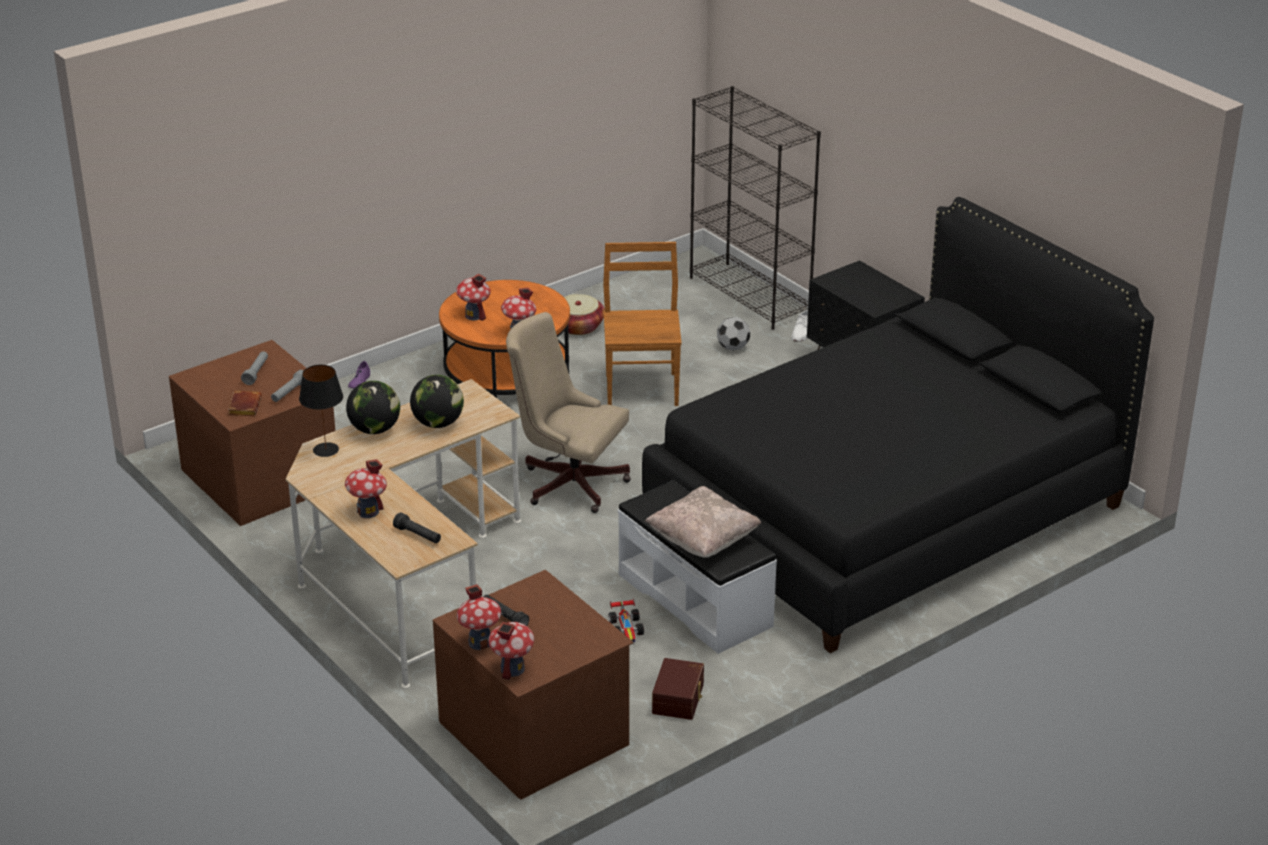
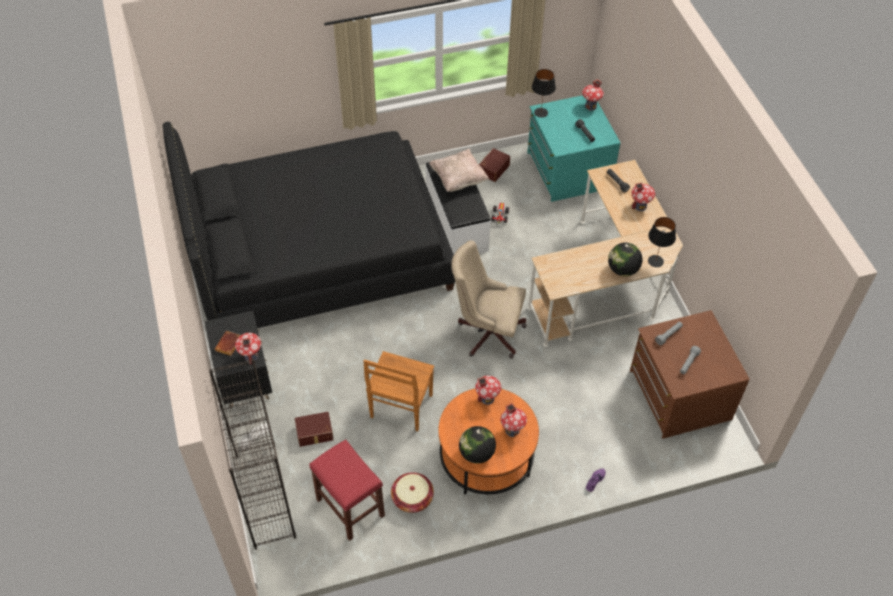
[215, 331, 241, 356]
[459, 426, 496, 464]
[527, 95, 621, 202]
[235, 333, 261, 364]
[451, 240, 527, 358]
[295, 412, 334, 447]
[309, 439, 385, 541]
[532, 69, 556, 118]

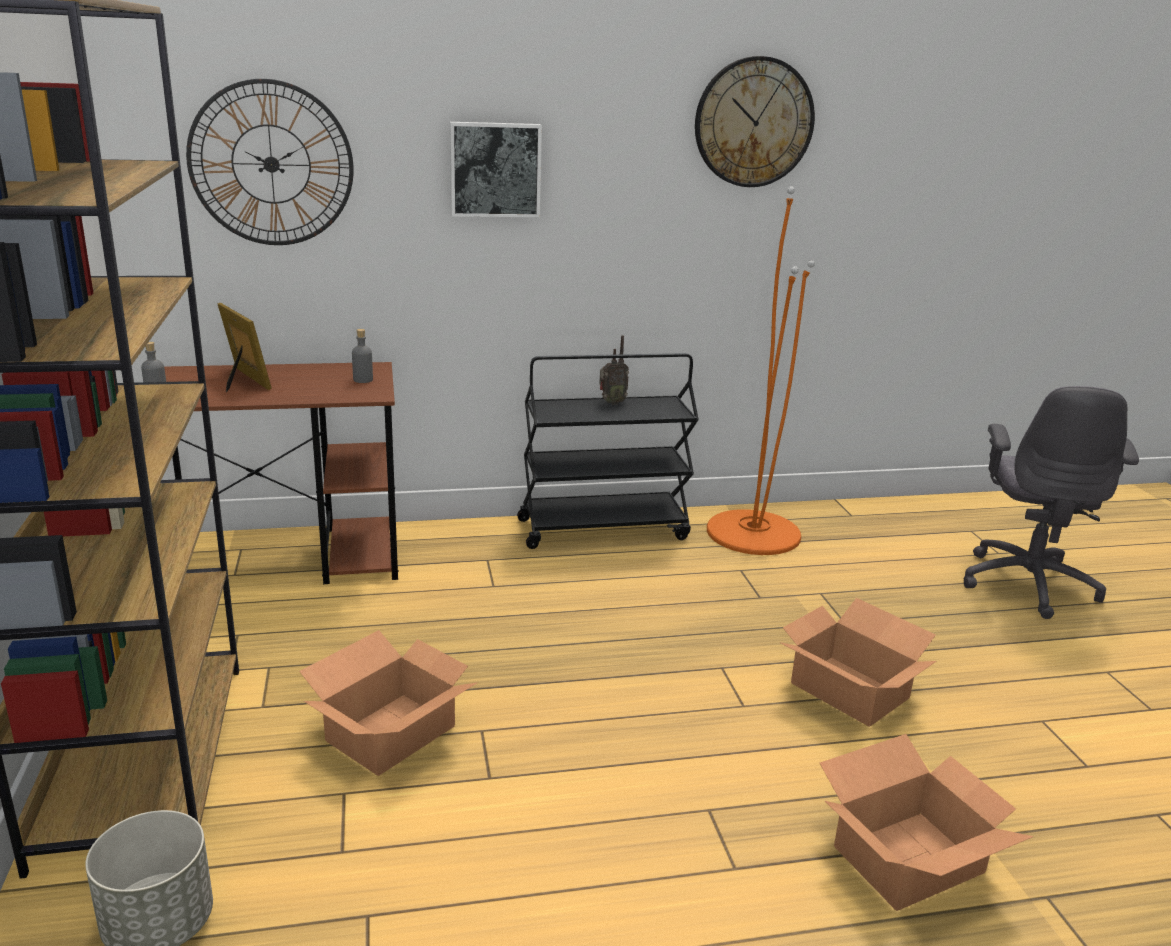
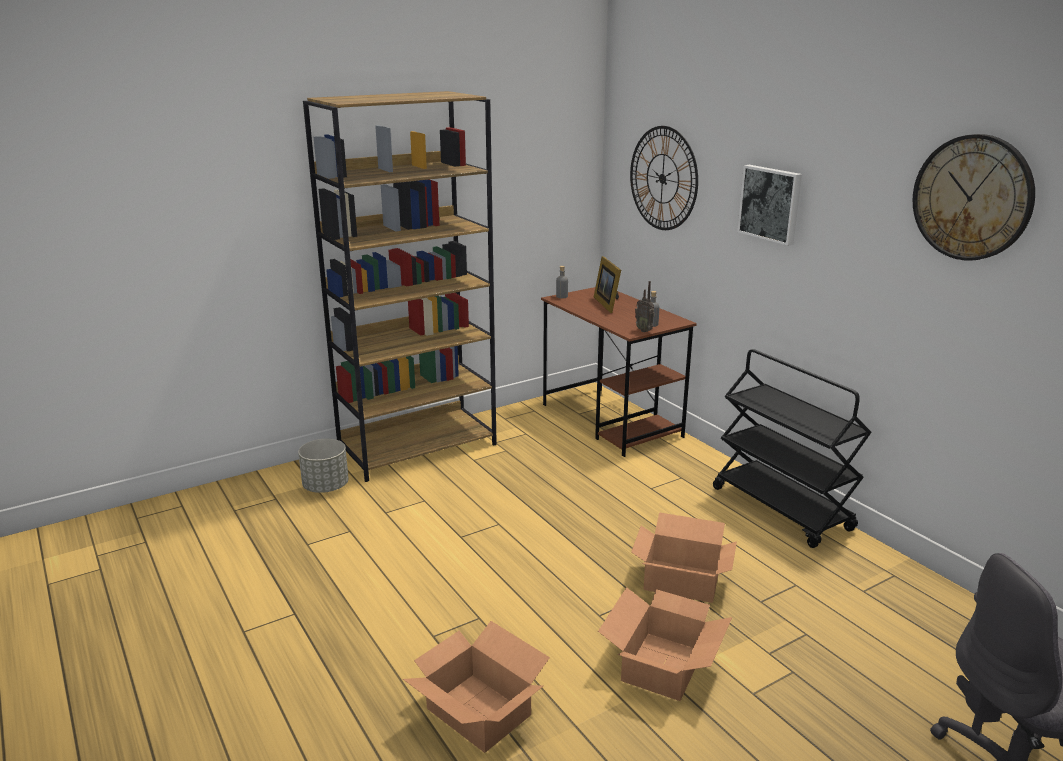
[594, 256, 621, 313]
[631, 512, 737, 603]
[635, 281, 655, 332]
[707, 186, 815, 555] (first image)

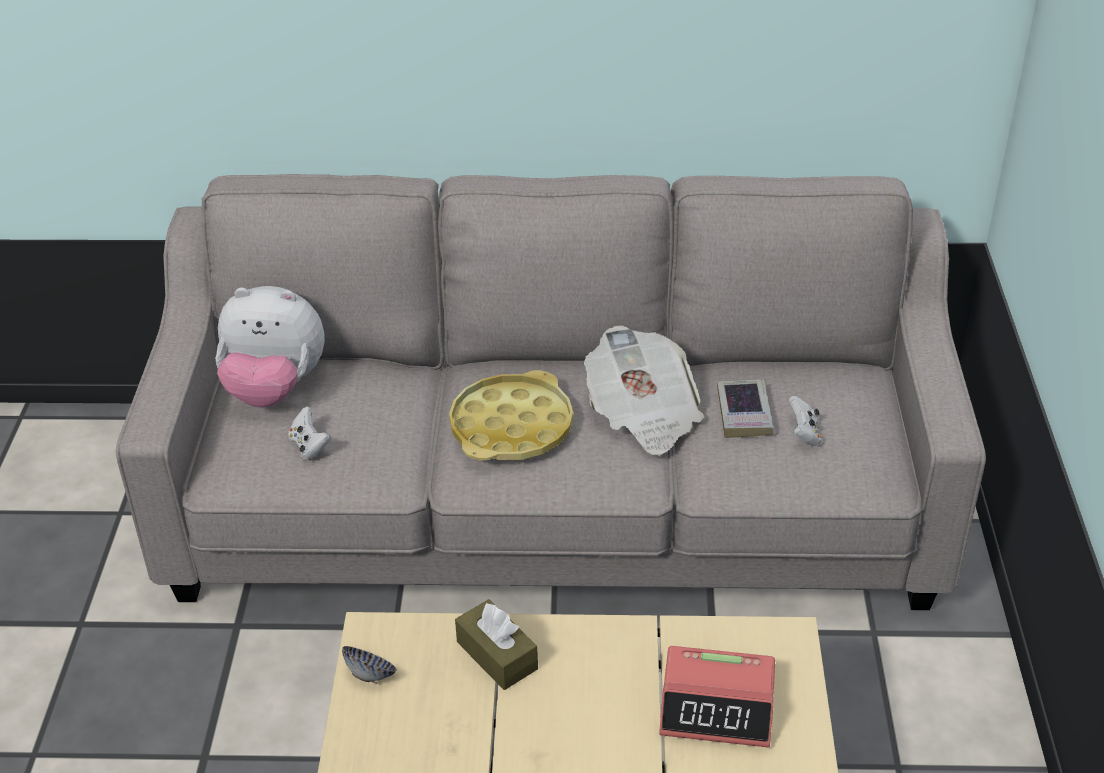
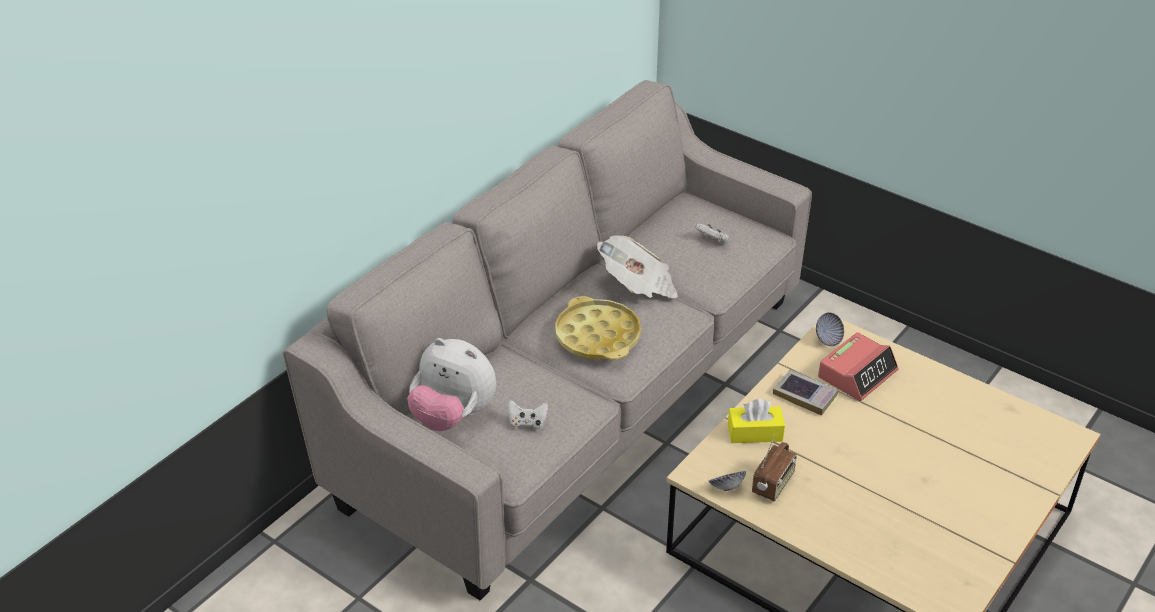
[407, 338, 496, 431]
[728, 399, 785, 443]
[773, 369, 838, 415]
[752, 435, 797, 501]
[816, 312, 844, 346]

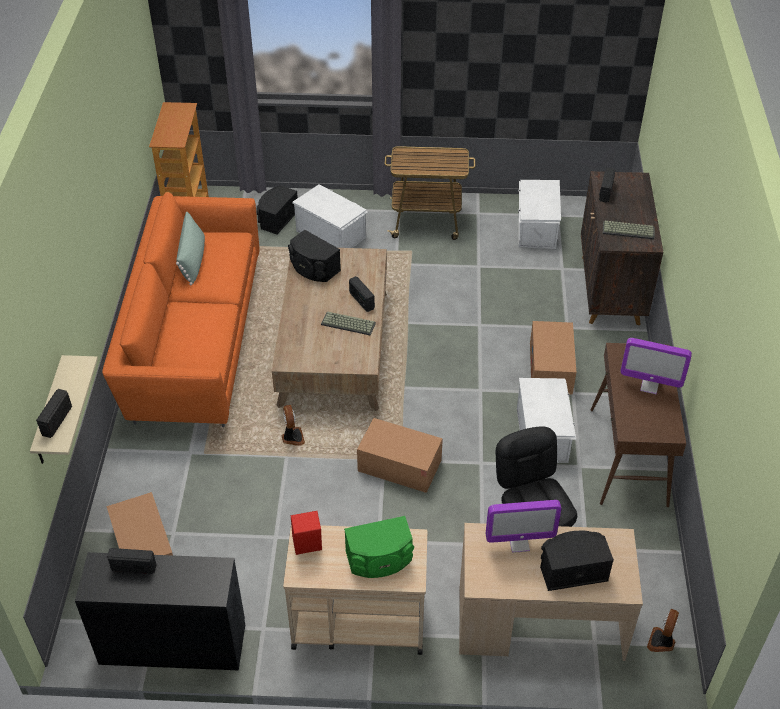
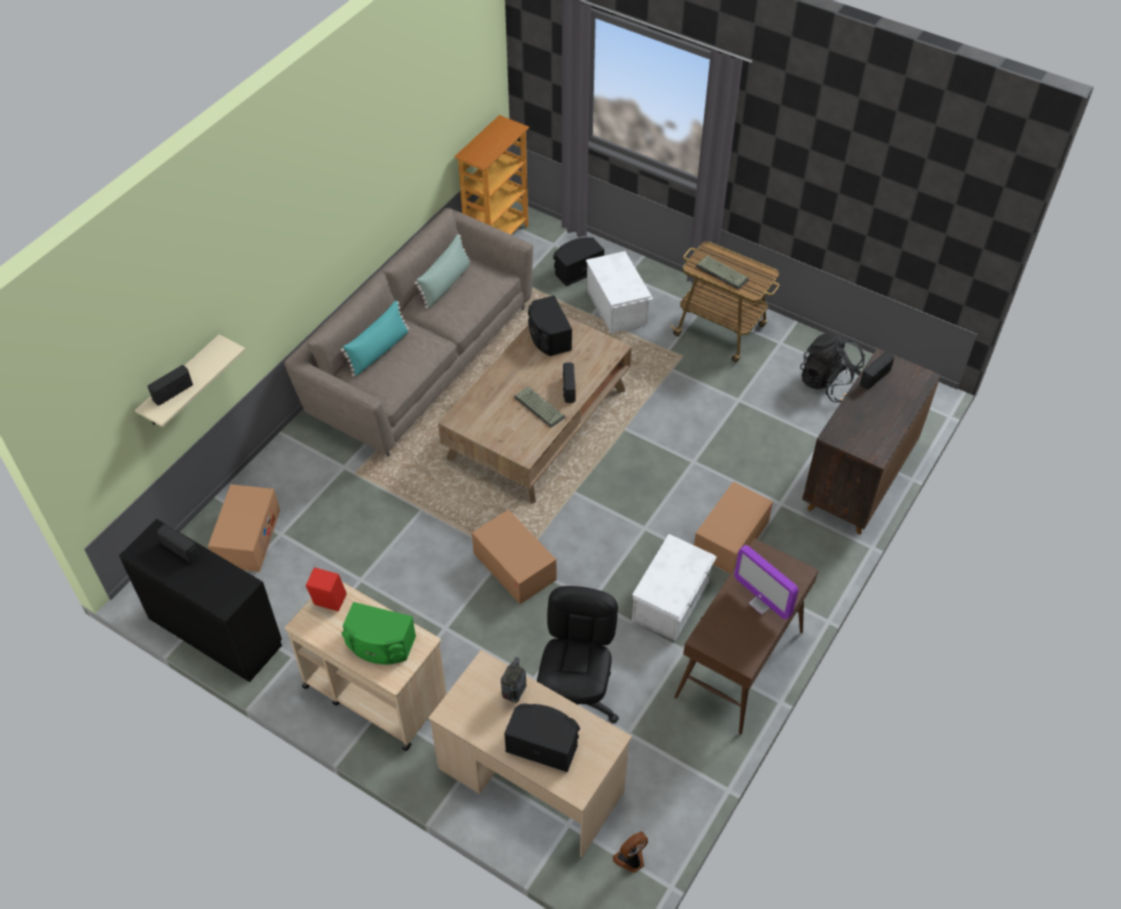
[285, 208, 533, 456]
[282, 405, 305, 446] (first image)
[501, 657, 526, 703]
[800, 332, 865, 403]
[696, 256, 749, 290]
[341, 301, 409, 377]

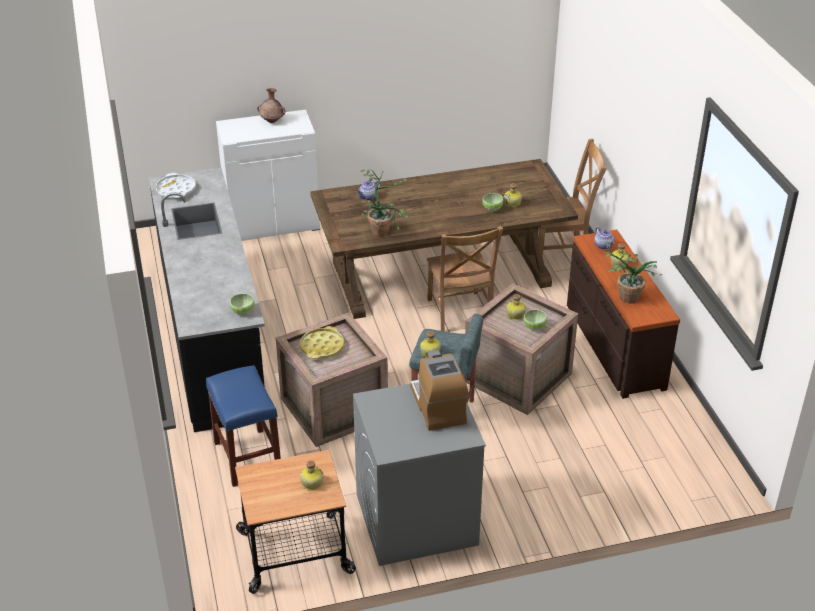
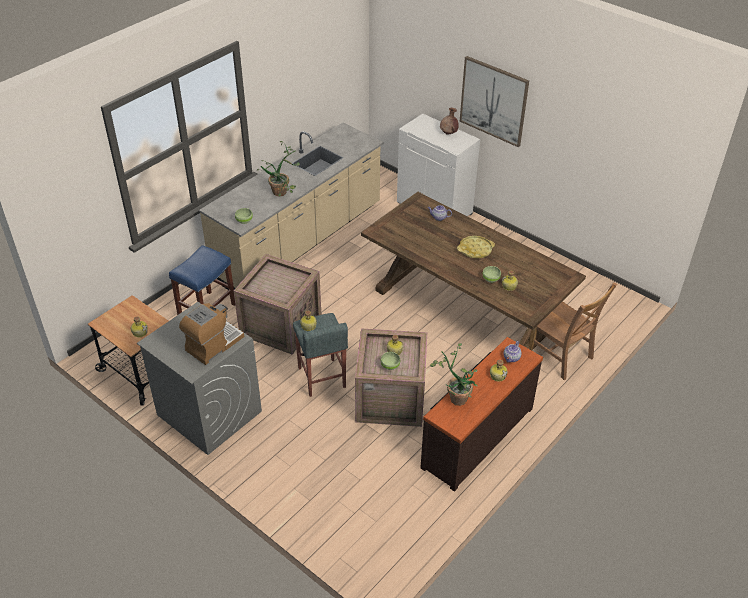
[199, 123, 384, 290]
[155, 173, 196, 198] (first image)
[457, 236, 495, 258]
[257, 141, 300, 197]
[427, 226, 503, 331] (first image)
[460, 56, 529, 147]

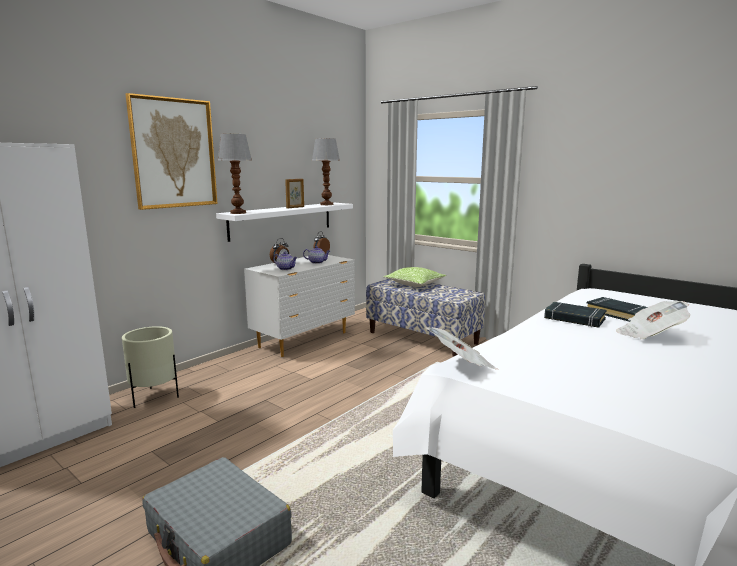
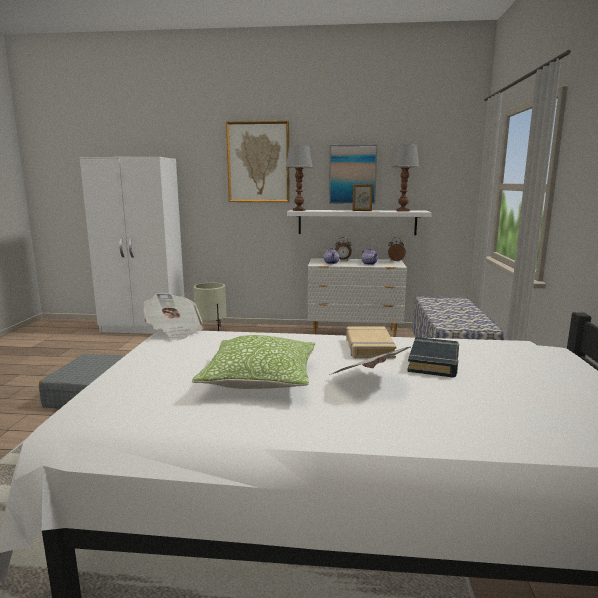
[192, 335, 315, 389]
[346, 326, 396, 359]
[329, 145, 378, 204]

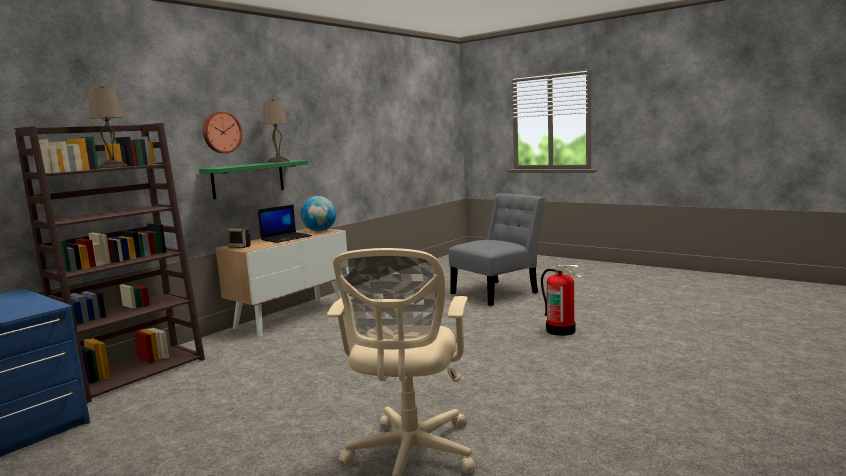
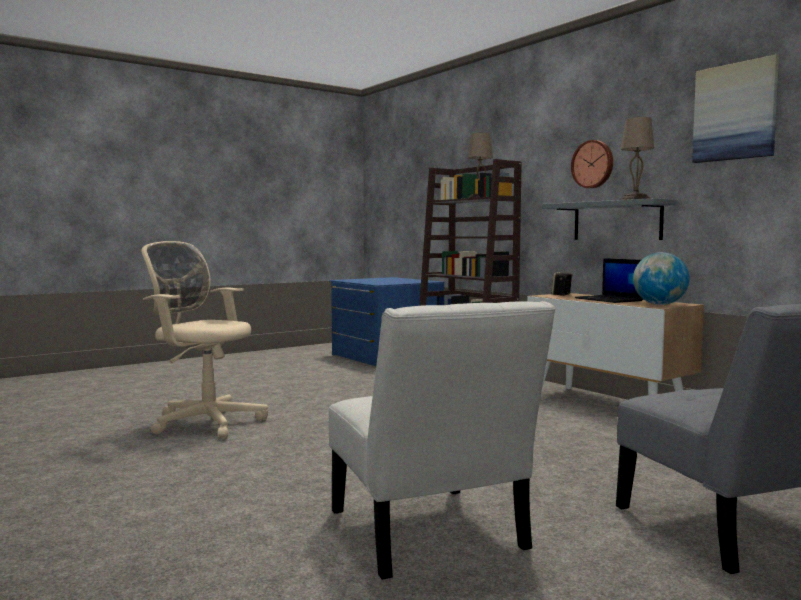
[542, 198, 678, 240]
[329, 301, 556, 580]
[692, 55, 779, 163]

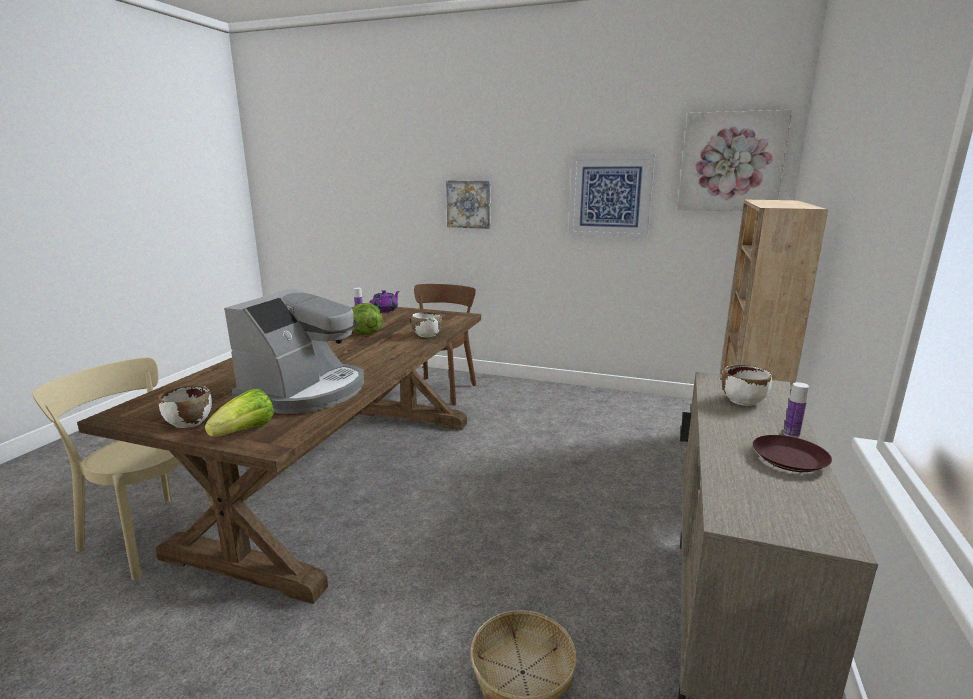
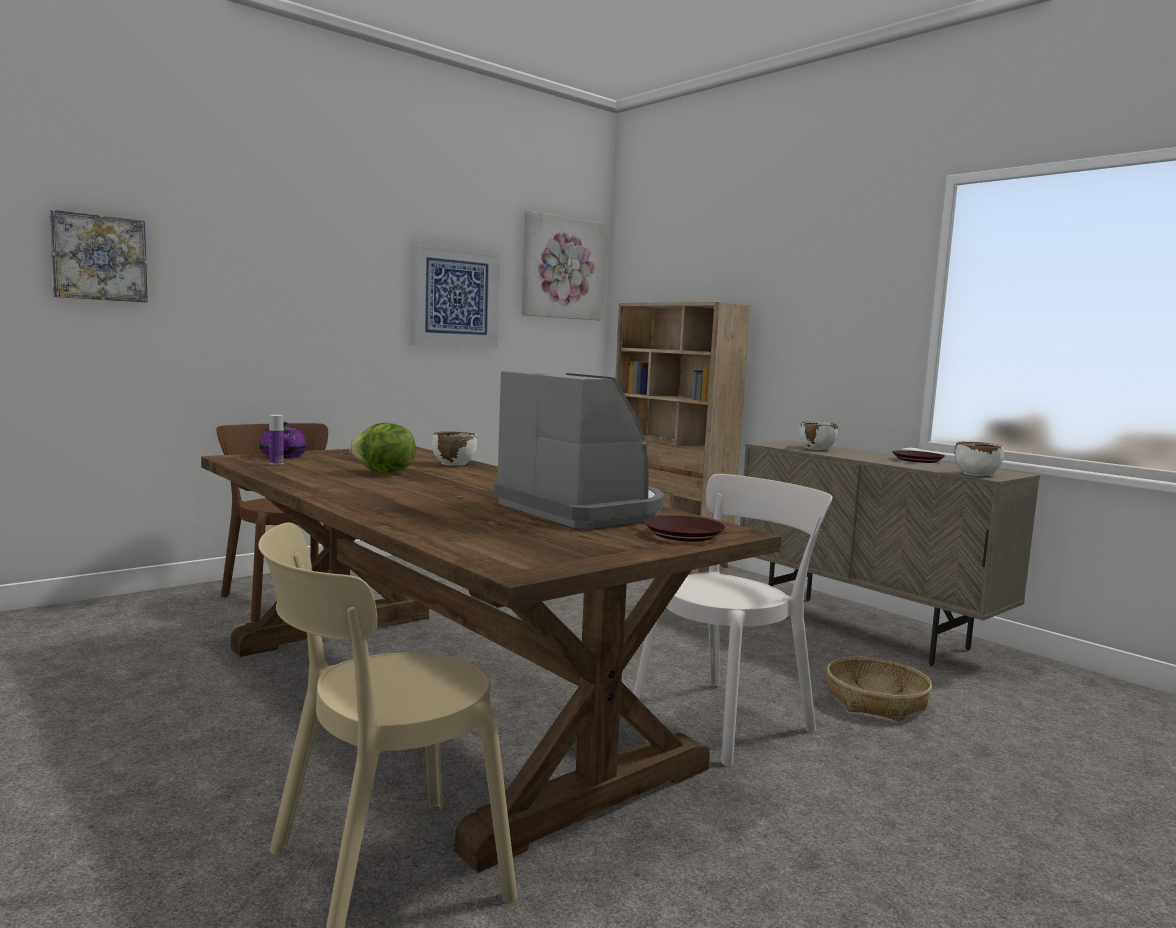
[955, 441, 1004, 476]
[644, 516, 725, 542]
[49, 209, 148, 303]
[783, 382, 809, 438] (first image)
[633, 474, 833, 766]

